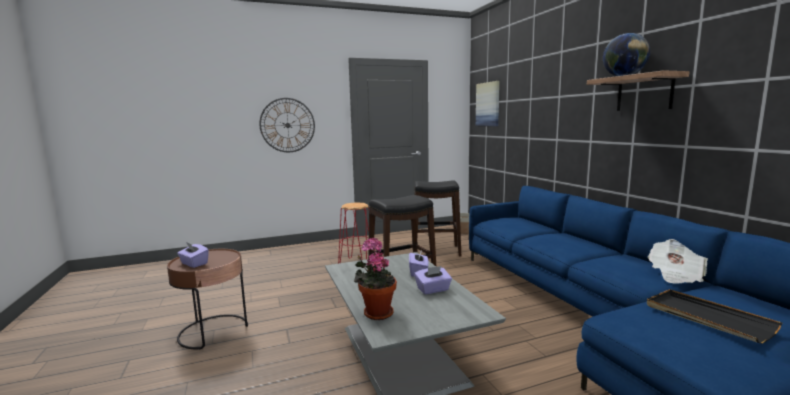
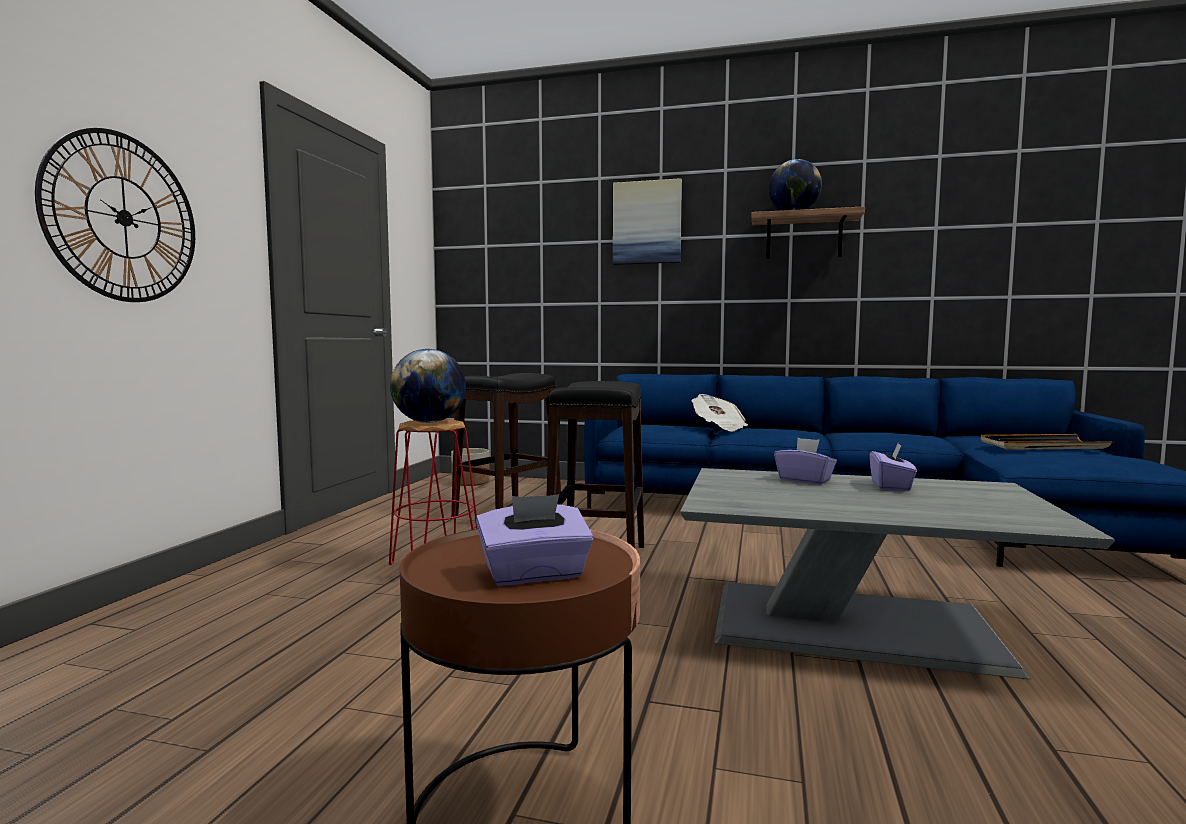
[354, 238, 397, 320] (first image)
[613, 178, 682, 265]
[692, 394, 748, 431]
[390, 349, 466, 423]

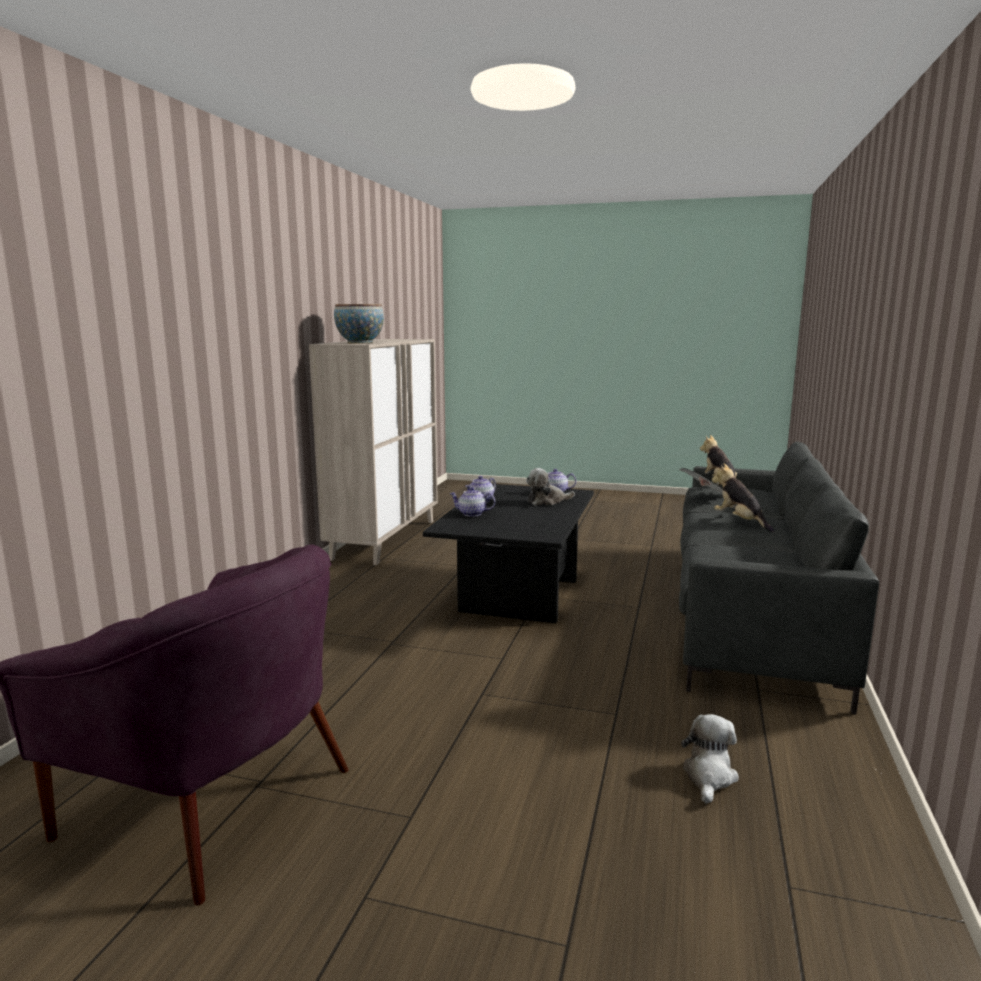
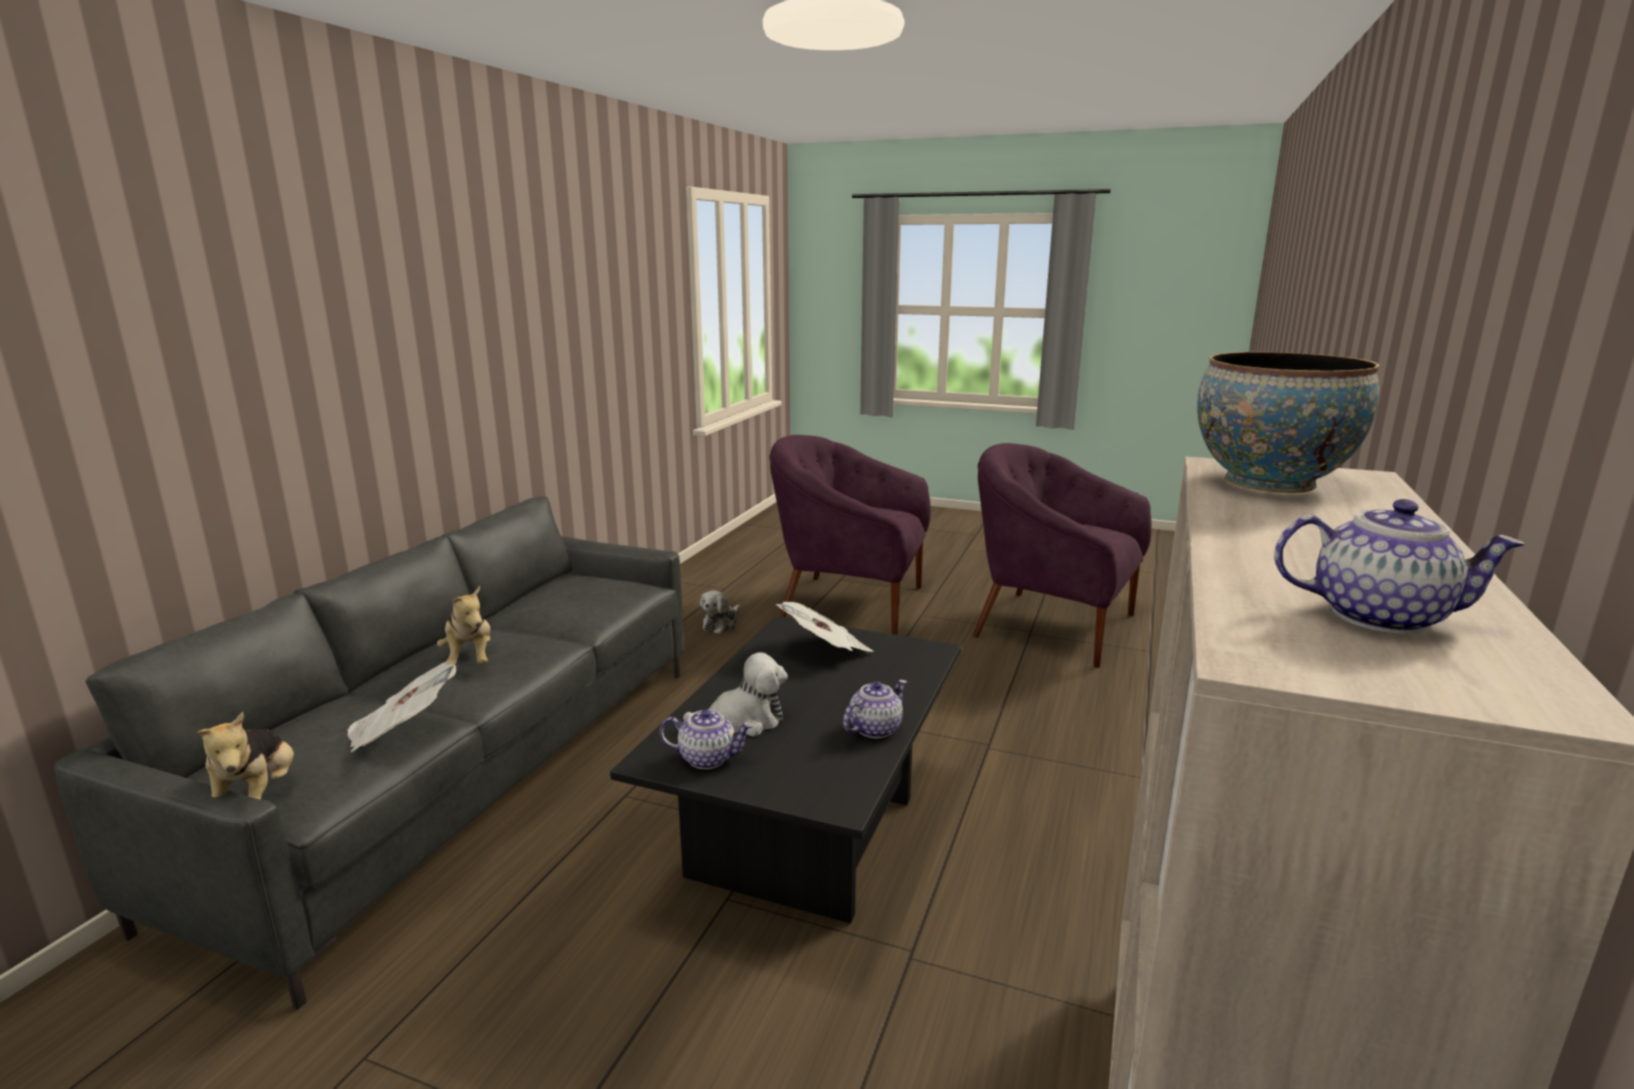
[1274, 499, 1525, 634]
[769, 435, 931, 635]
[776, 602, 874, 652]

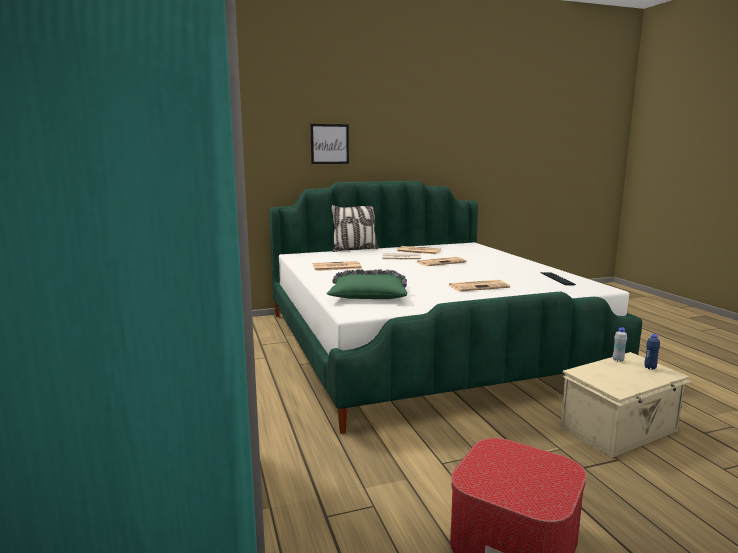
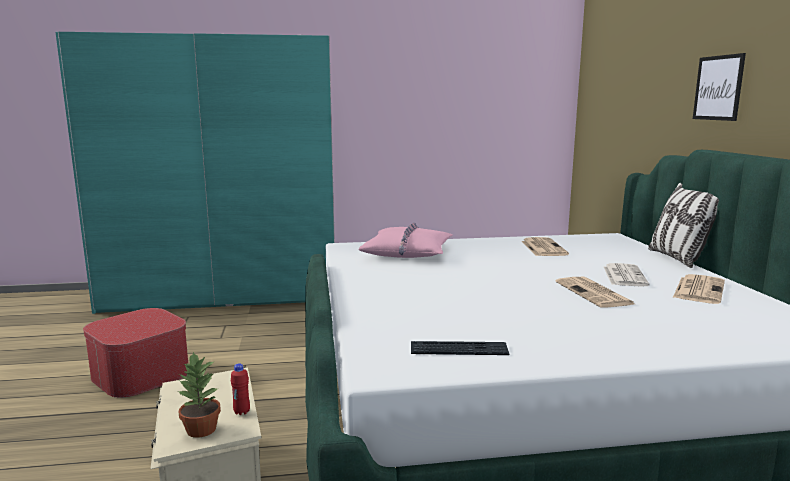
[358, 222, 452, 258]
[449, 280, 510, 292] (first image)
[231, 364, 250, 415]
[178, 352, 221, 438]

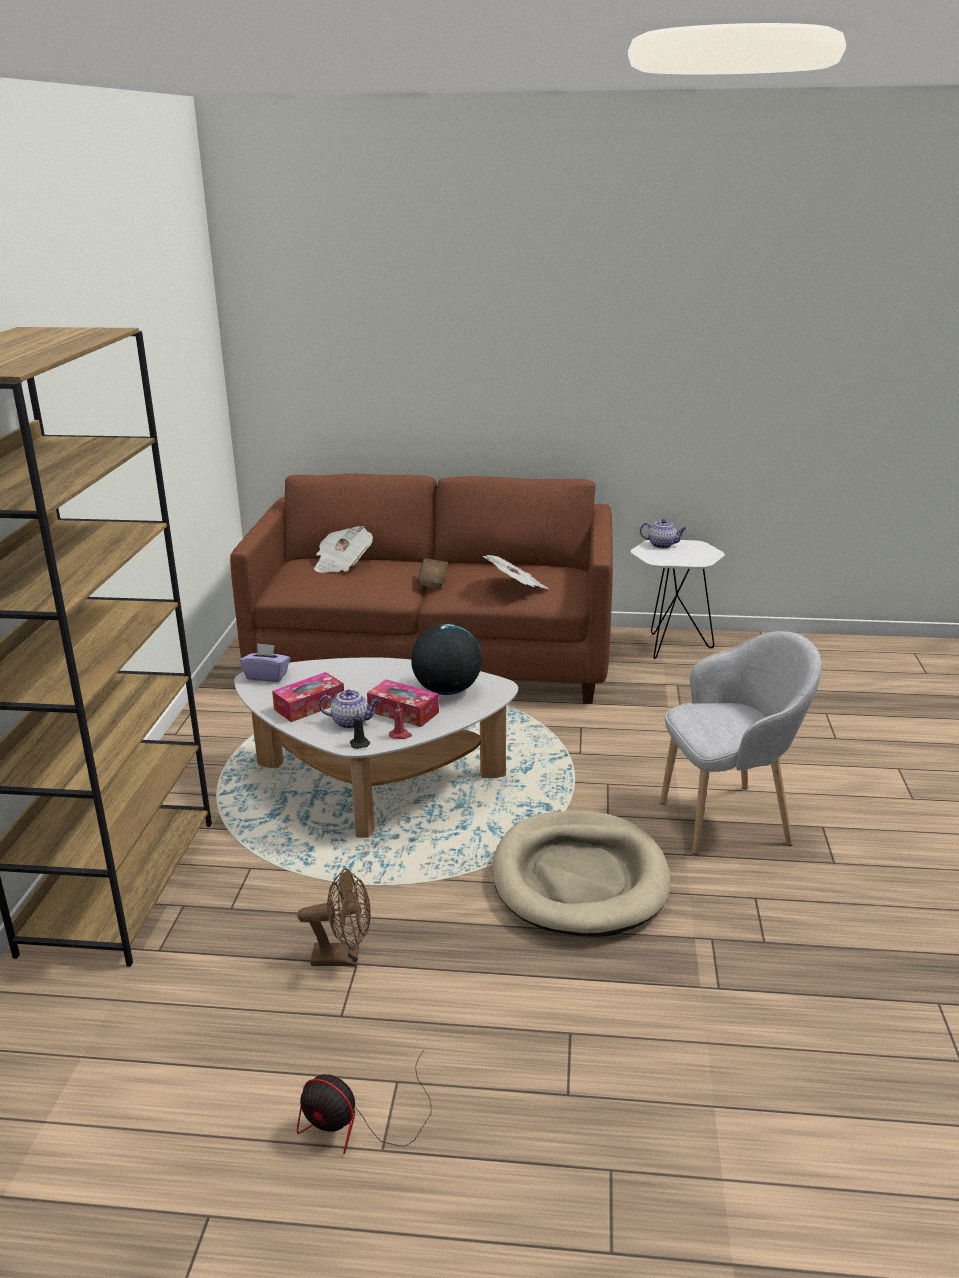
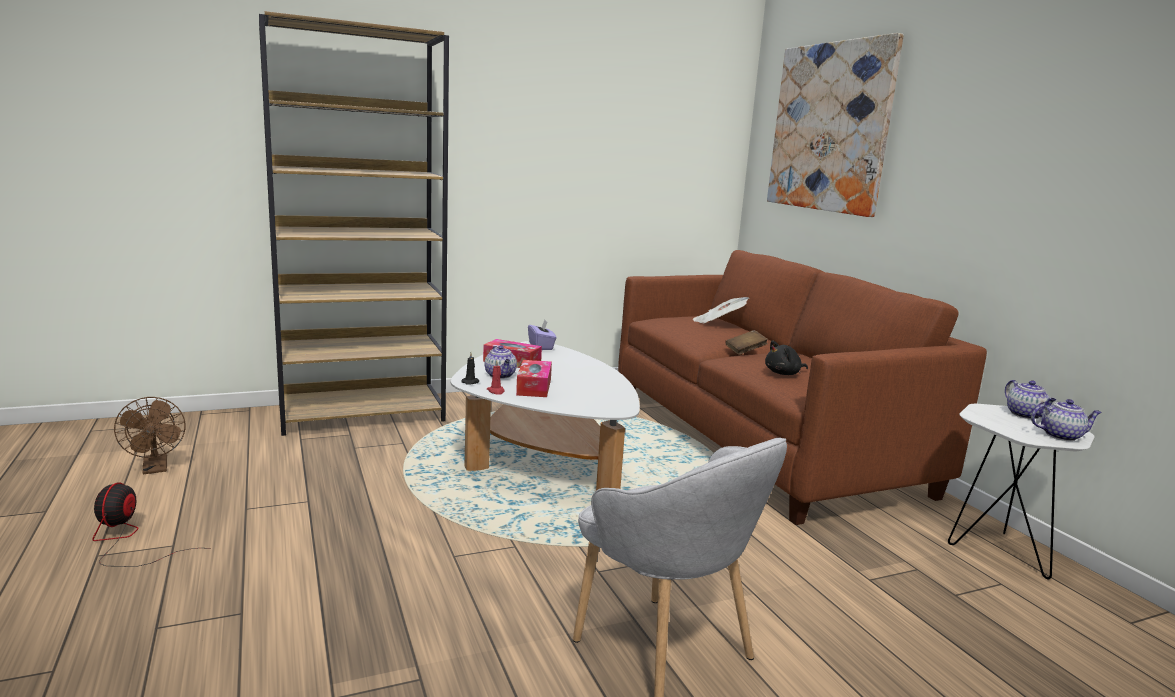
[114, 397, 186, 474]
[411, 624, 482, 695] (first image)
[765, 341, 808, 375]
[493, 811, 670, 937] (first image)
[767, 33, 904, 217]
[1031, 399, 1102, 441]

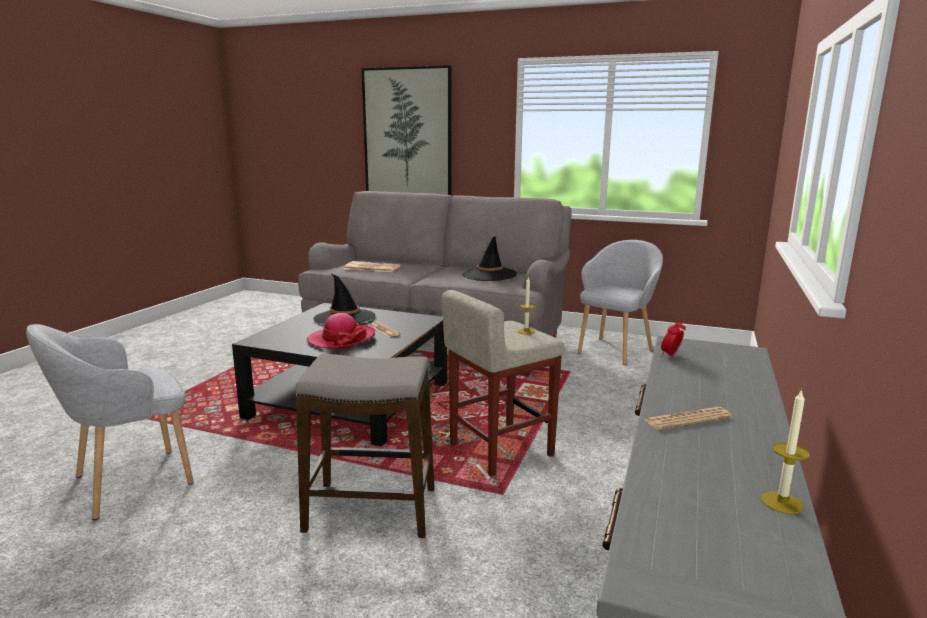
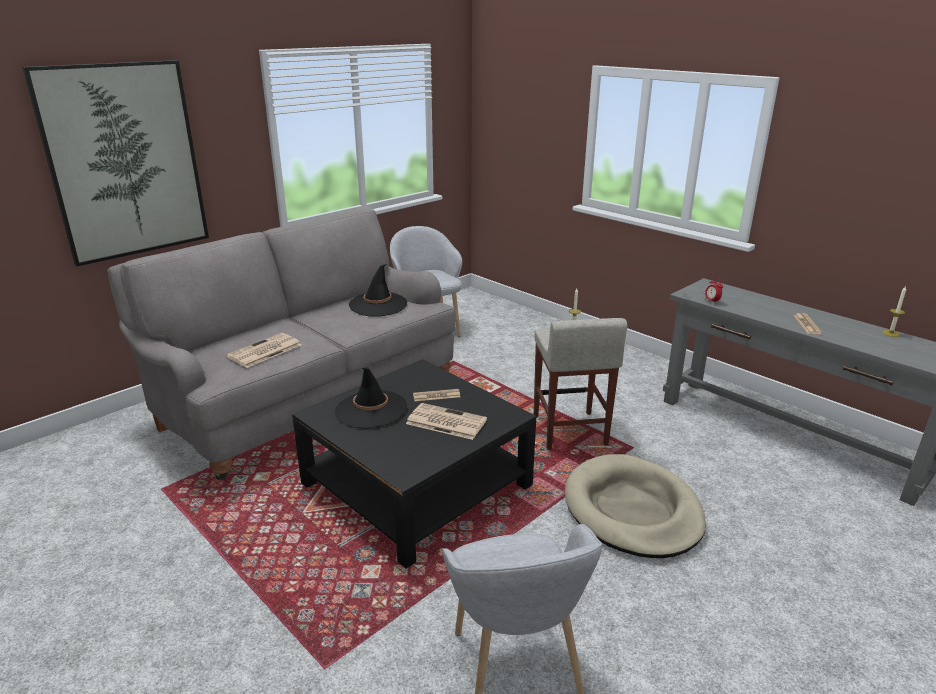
[565, 454, 706, 558]
[406, 403, 487, 440]

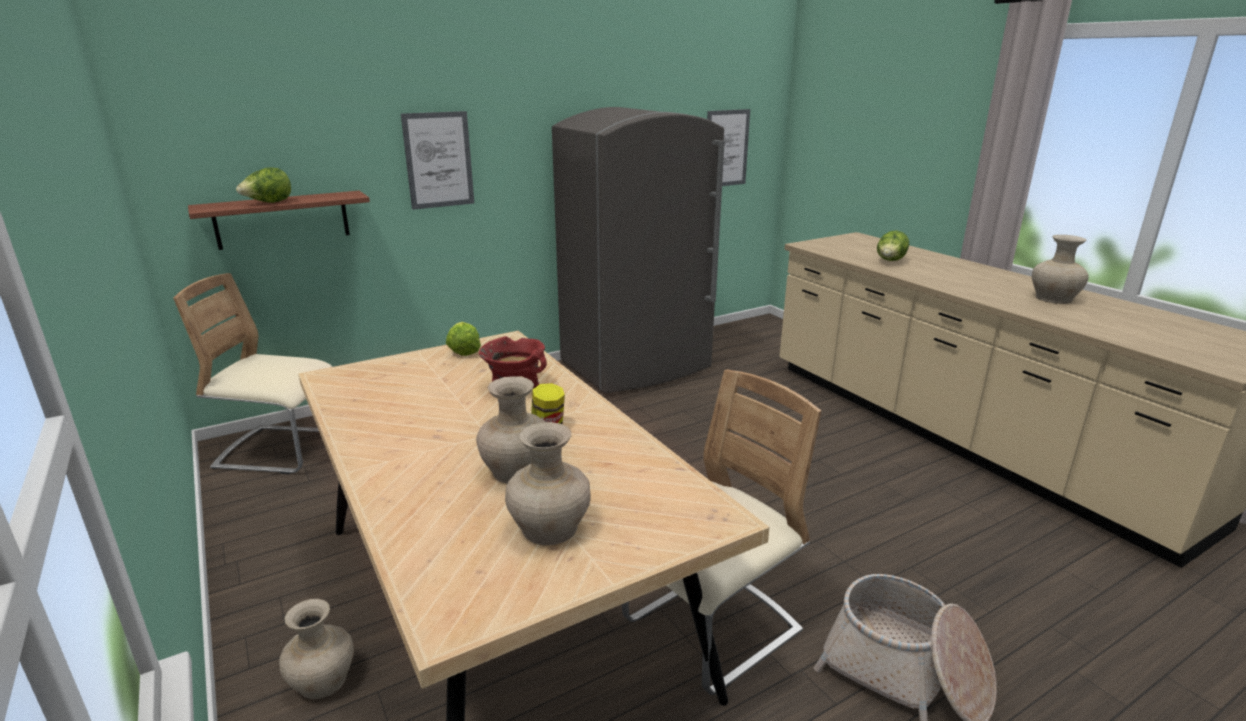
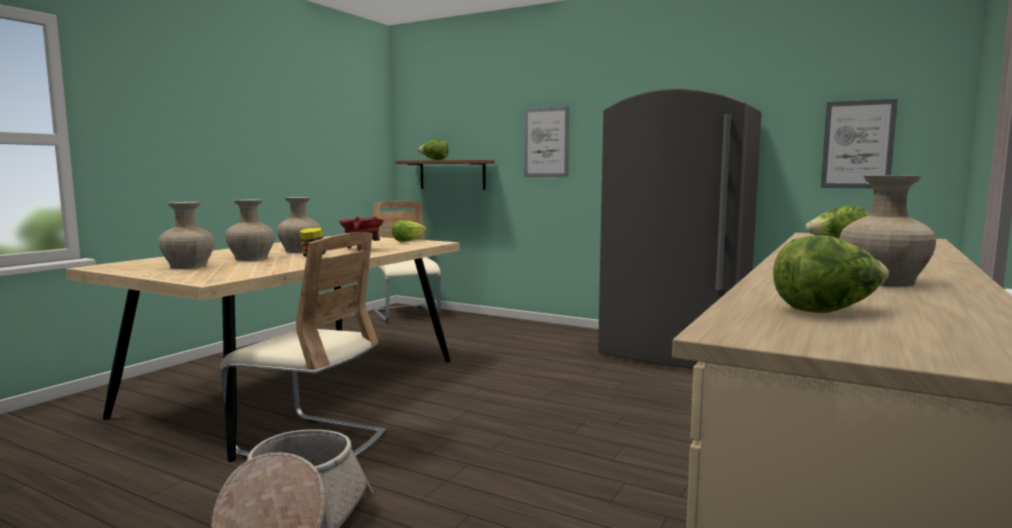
[277, 197, 321, 253]
[773, 235, 889, 313]

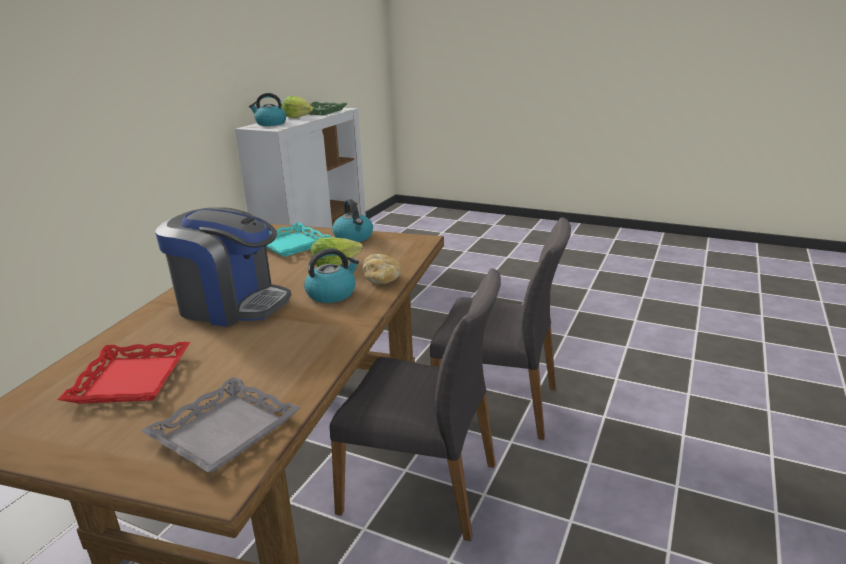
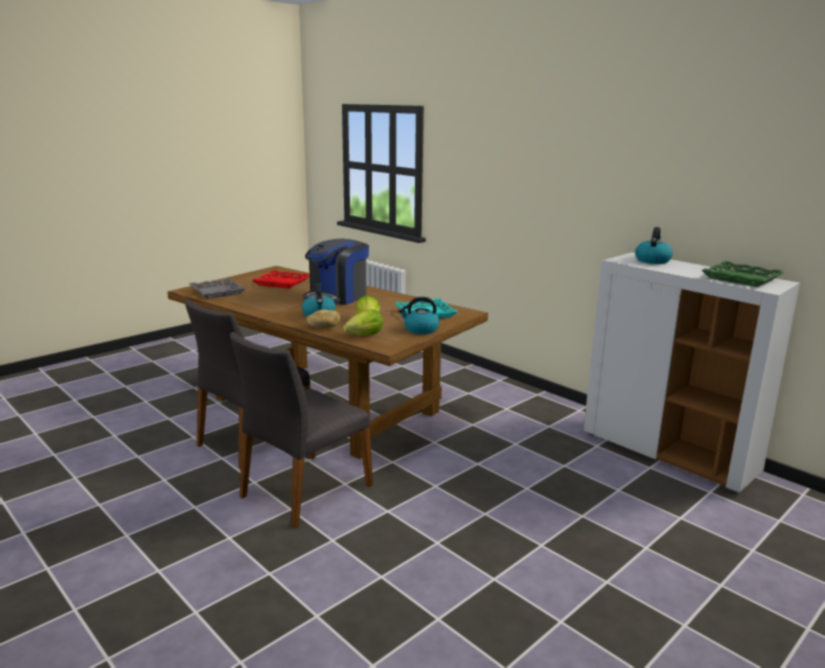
[343, 309, 383, 335]

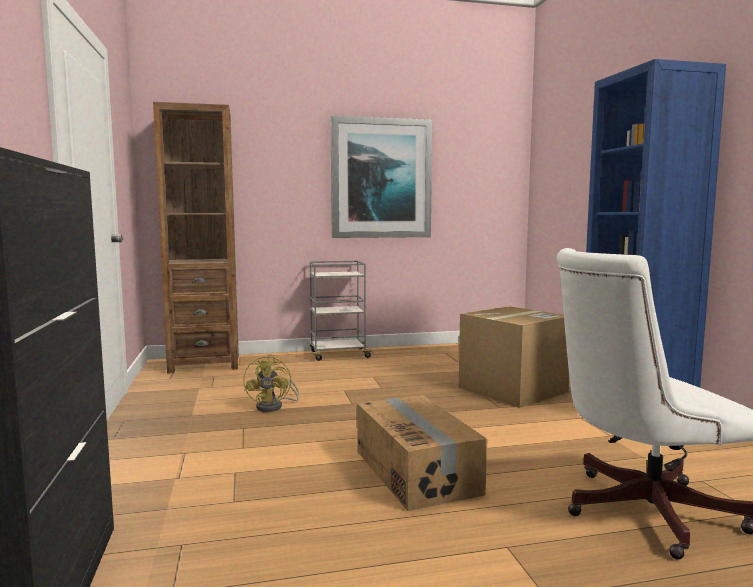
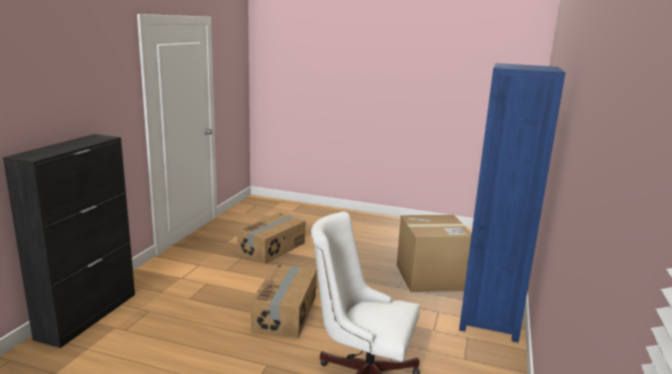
[153, 102, 239, 374] (first image)
[237, 213, 306, 264]
[309, 261, 374, 361] (first image)
[330, 116, 432, 238] (first image)

